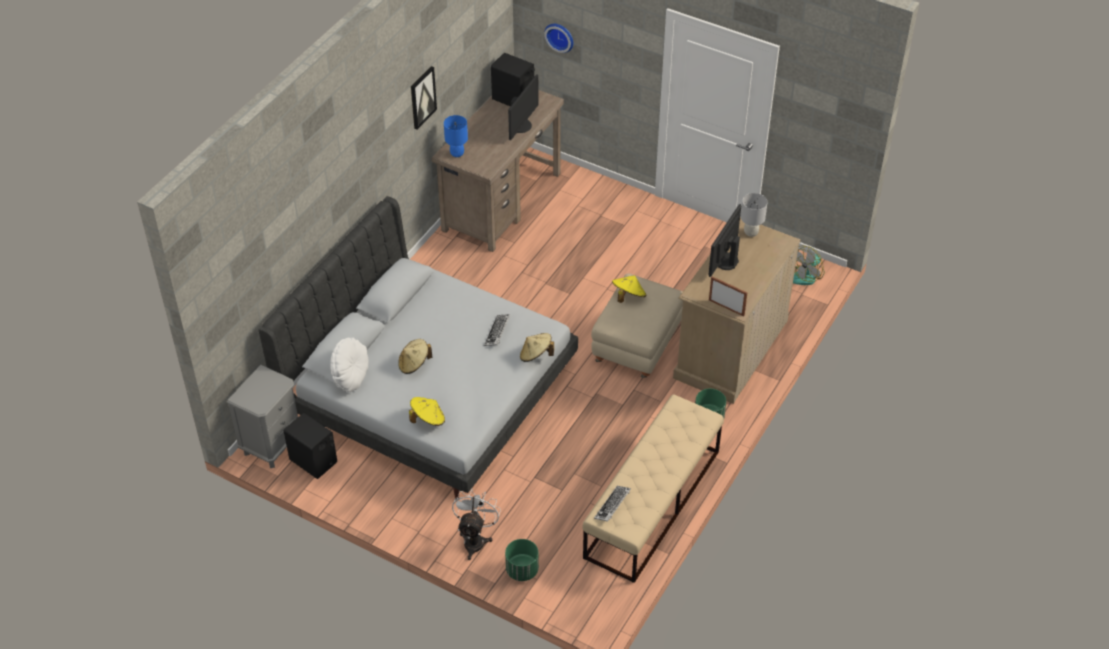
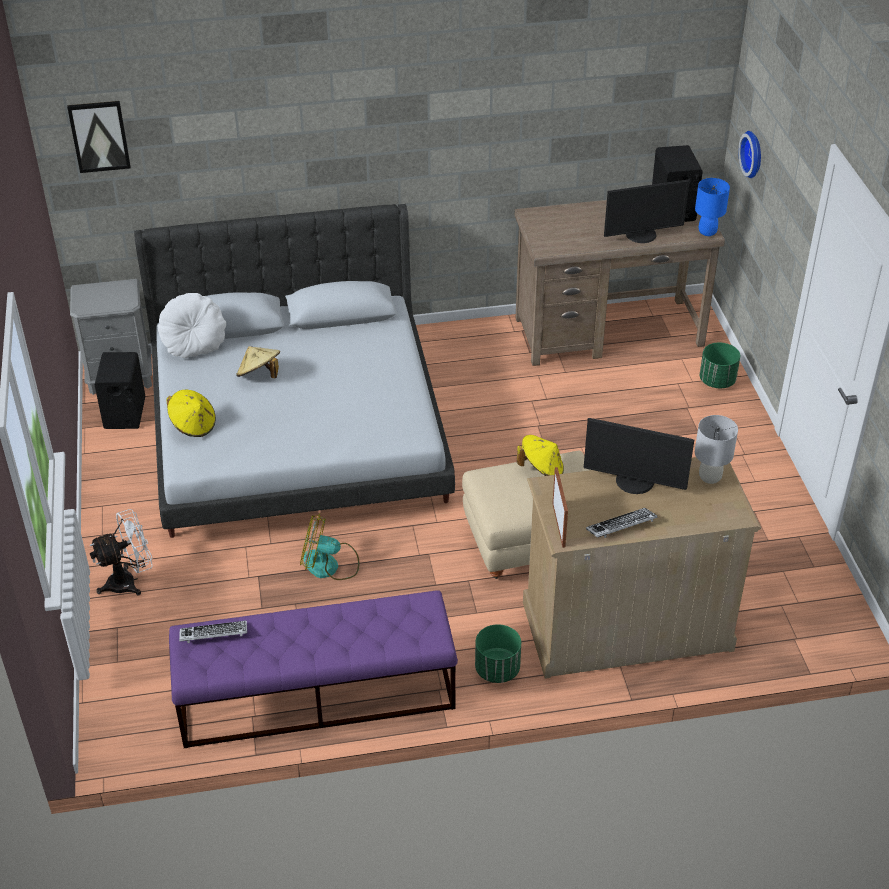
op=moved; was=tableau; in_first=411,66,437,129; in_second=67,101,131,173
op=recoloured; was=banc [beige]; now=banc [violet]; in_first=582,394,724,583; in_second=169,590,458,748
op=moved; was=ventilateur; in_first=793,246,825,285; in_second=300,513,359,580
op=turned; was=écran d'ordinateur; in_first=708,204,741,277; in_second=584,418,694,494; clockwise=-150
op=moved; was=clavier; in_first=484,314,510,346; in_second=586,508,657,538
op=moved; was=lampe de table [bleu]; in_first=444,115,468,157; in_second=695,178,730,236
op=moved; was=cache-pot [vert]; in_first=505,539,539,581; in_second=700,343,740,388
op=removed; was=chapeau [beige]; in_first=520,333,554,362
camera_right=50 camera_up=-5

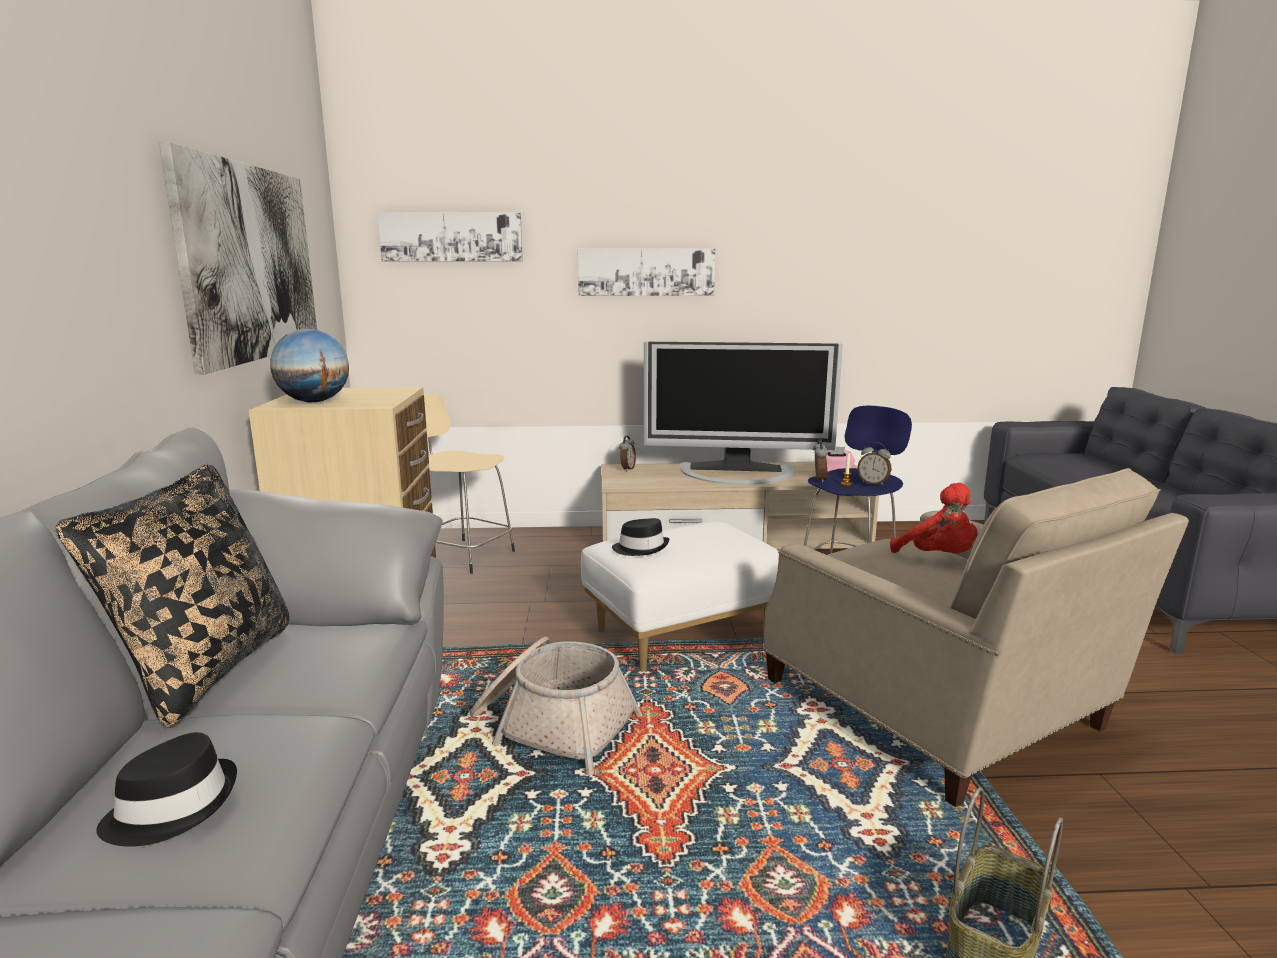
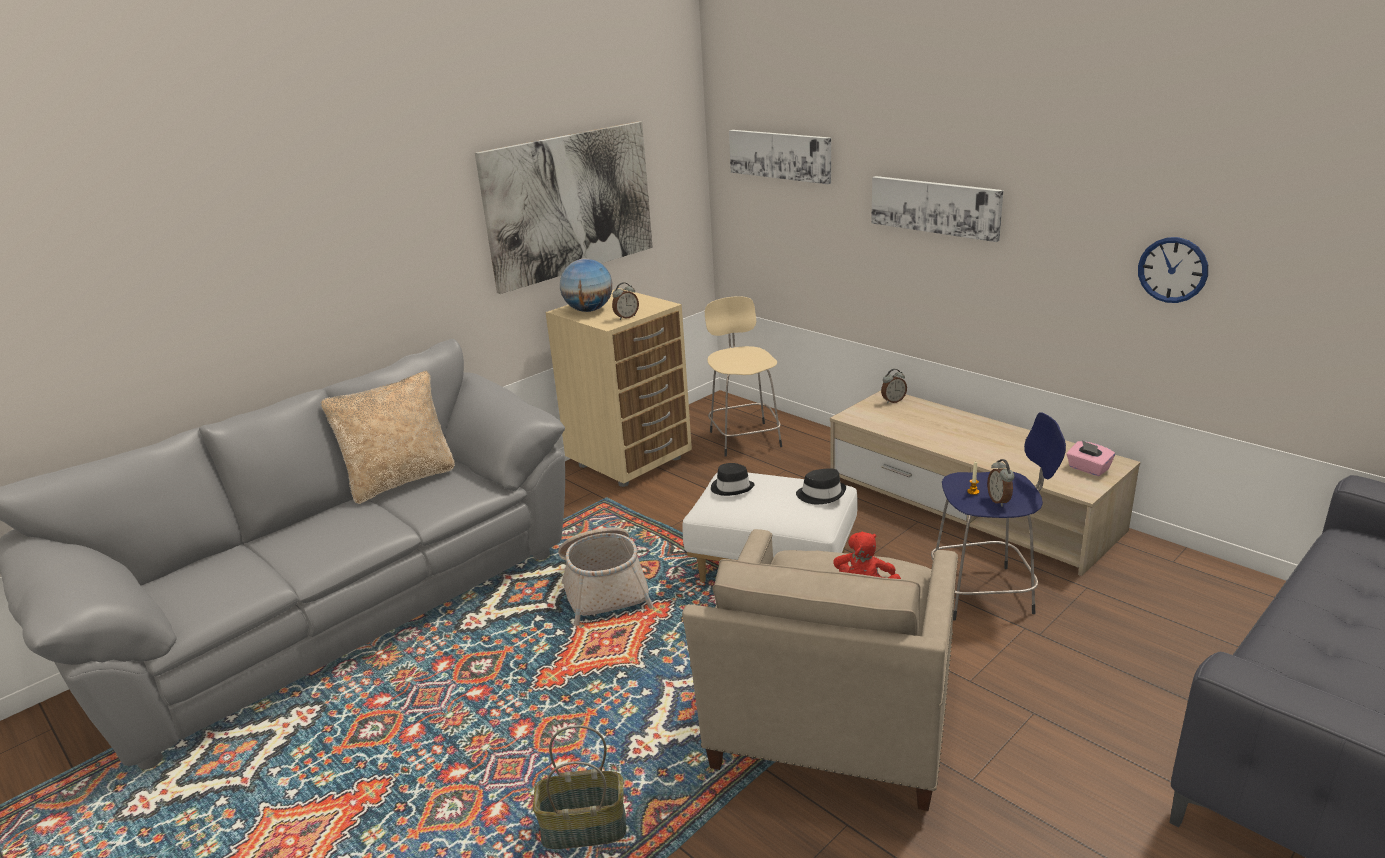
op=recoloured; was=coussin [noir]; now=coussin [beige]; in_first=54,464,290,729; in_second=321,370,455,504
op=moved; was=réveil; in_first=813,439,828,483; in_second=612,282,639,320
op=moved; was=chapeau [noir]; in_first=96,732,237,847; in_second=796,468,846,504
op=added; now=horloge murale; in_second=1138,237,1208,303
op=removed; was=téléviseur; in_first=644,342,843,485
camera_right=50 camera_up=10

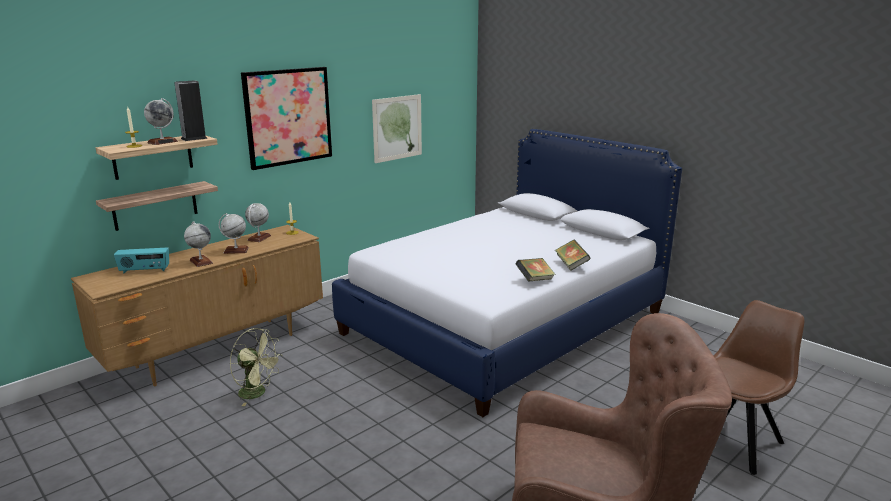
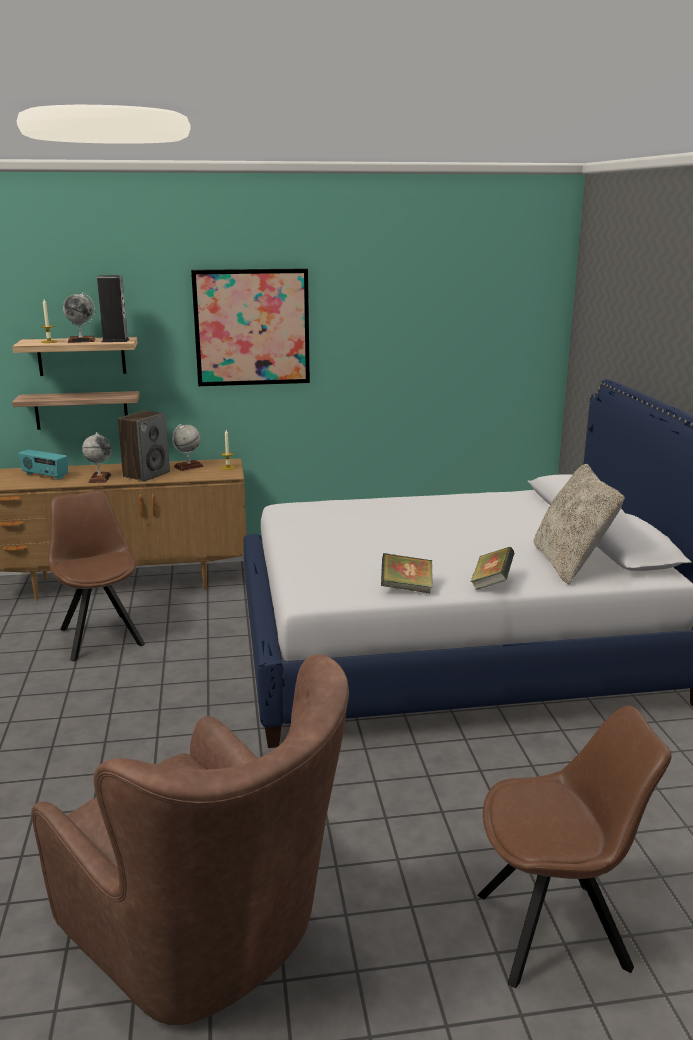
op=replaced; was=ventilateur [vert]; now=chaise [marron]; in_first=230,328,283,406; in_second=49,490,145,661
op=replaced; was=globe; now=enceinte; in_first=219,213,249,254; in_second=117,410,170,482
op=added; now=coussin [beige]; in_second=533,464,625,584
op=removed; was=tableau; in_first=372,94,422,163
camera_right=35 camera_up=0

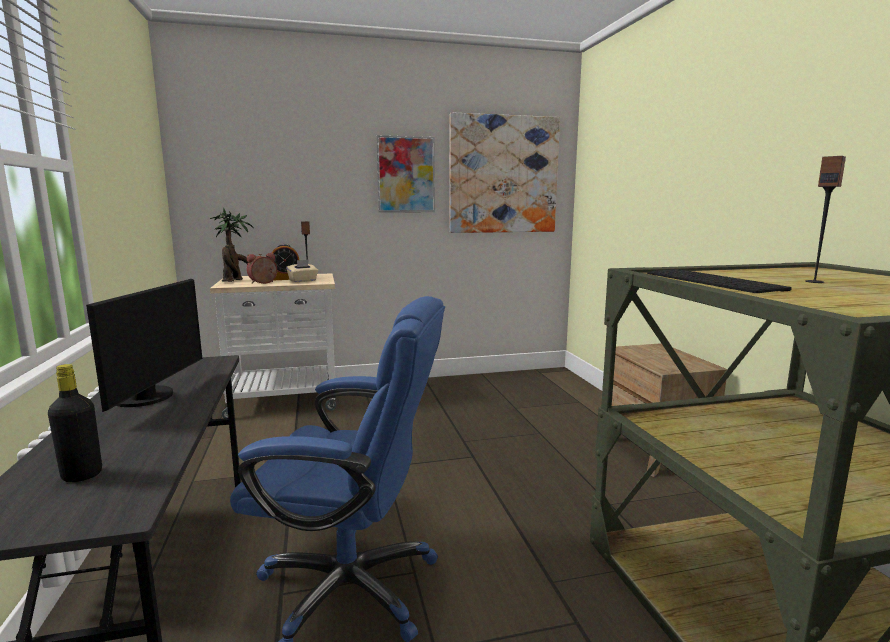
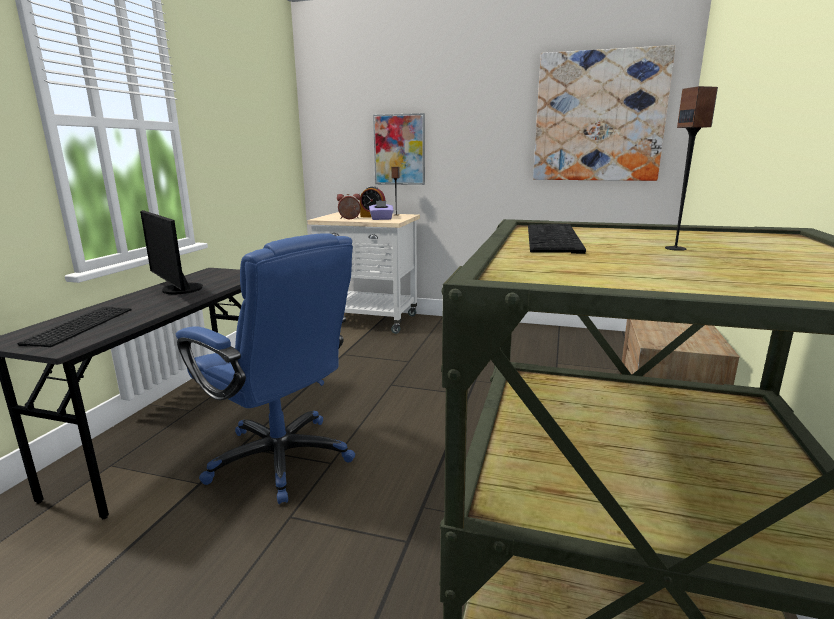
op=replaced; was=bouteille [noir]; now=clavier; in_first=48,364,102,482; in_second=17,307,132,347
op=turned; was=écran d'ordinateur; in_first=86,279,202,412; in_second=140,210,203,294; clockwise=105
op=recoloured; was=boîte à mouchoirs [beige]; now=boîte à mouchoirs [violet]; in_first=286,260,318,282; in_second=369,201,393,220
op=moved; was=tableau; in_first=377,135,435,213; in_second=373,113,425,185
op=removed; was=plante en pot; in_first=210,208,254,282
camera_right=30 camera_up=5

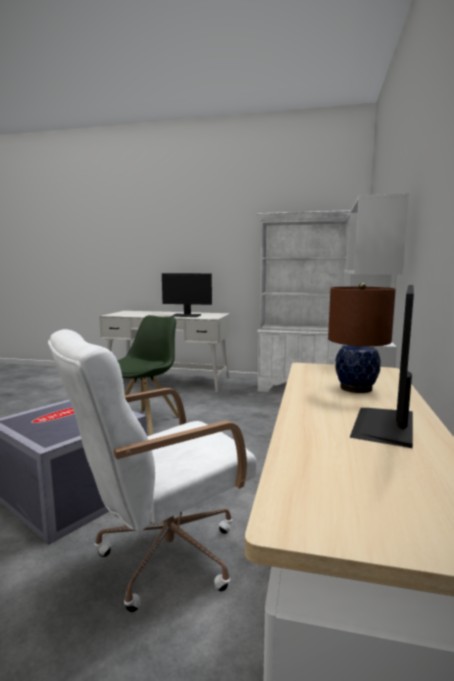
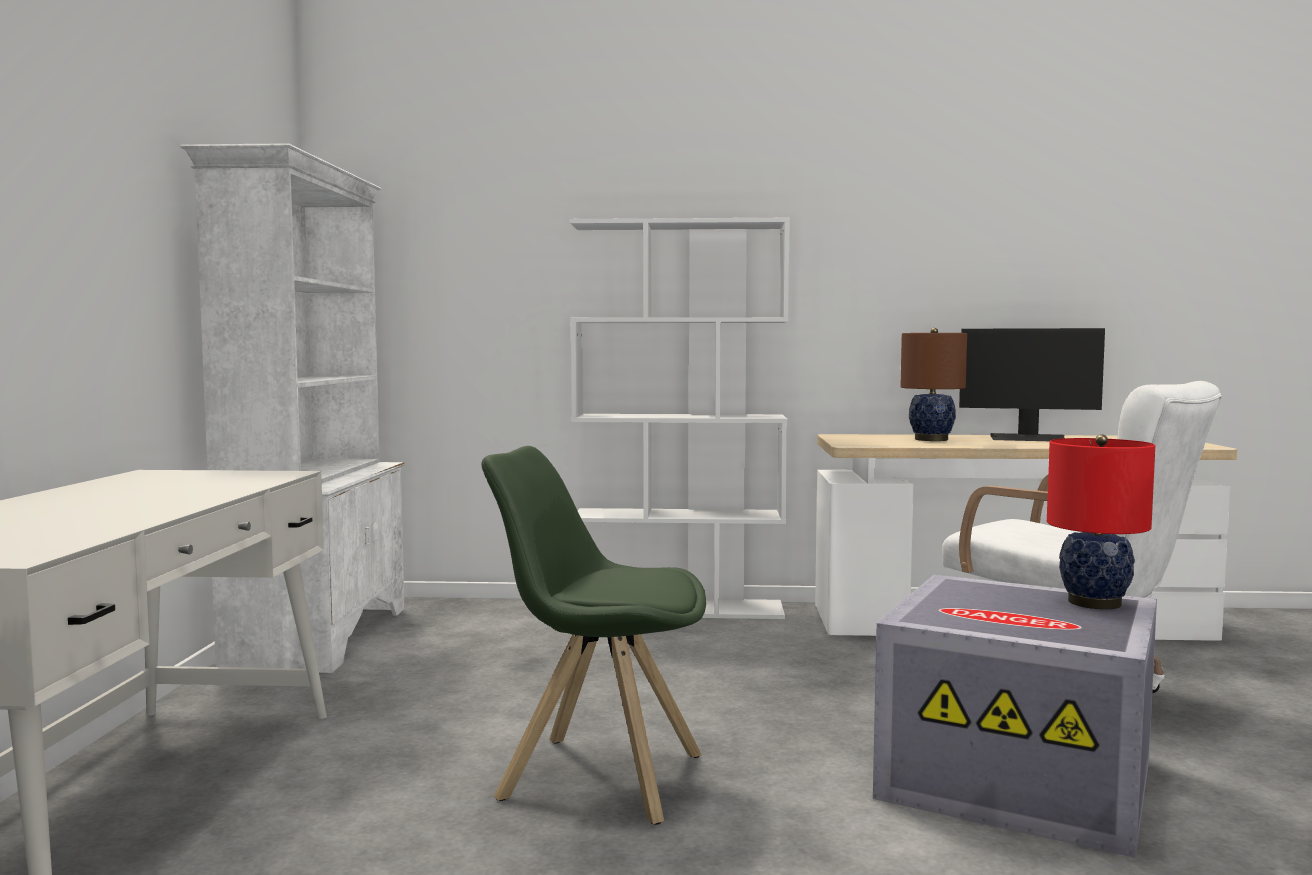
op=added; now=lampe de table [rouge]; in_second=1047,434,1155,609
op=removed; was=écran d'ordinateur; in_first=162,273,212,317
camera_right=-100 camera_up=-5

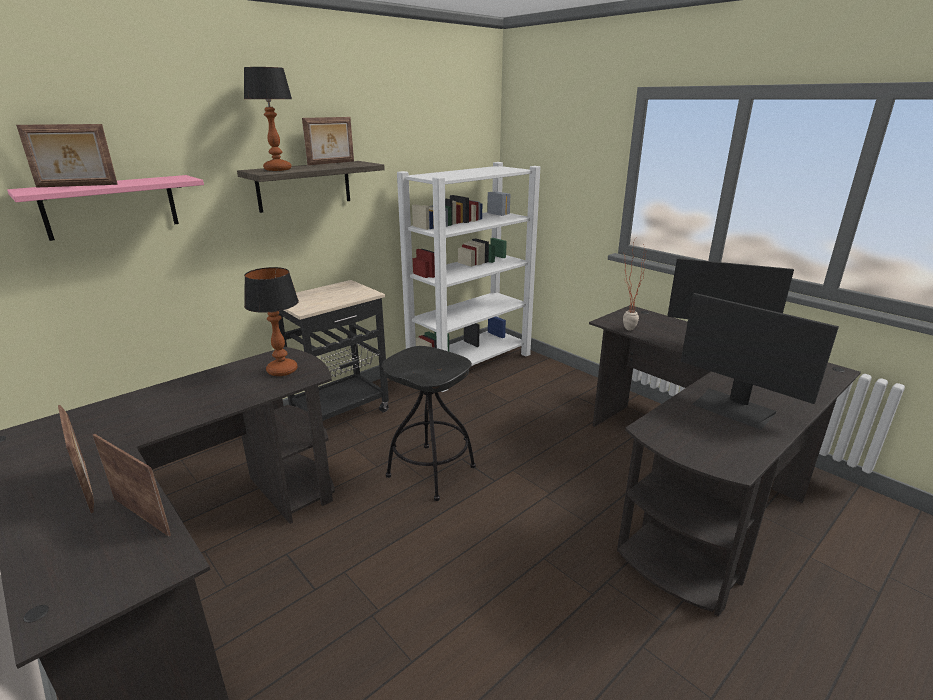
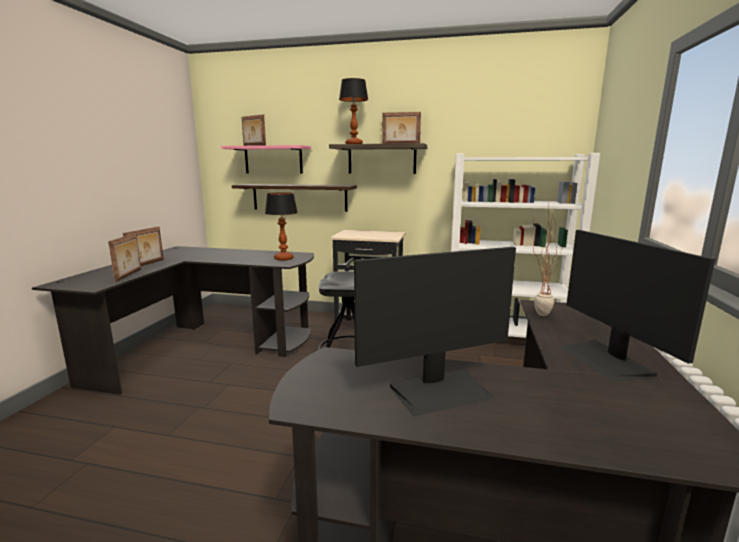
op=added; now=étagère; in_second=232,184,357,212
op=turned; was=écran d'ordinateur; in_first=681,293,839,430; in_second=354,247,516,417; clockwise=-120
camera_right=55 camera_up=-10

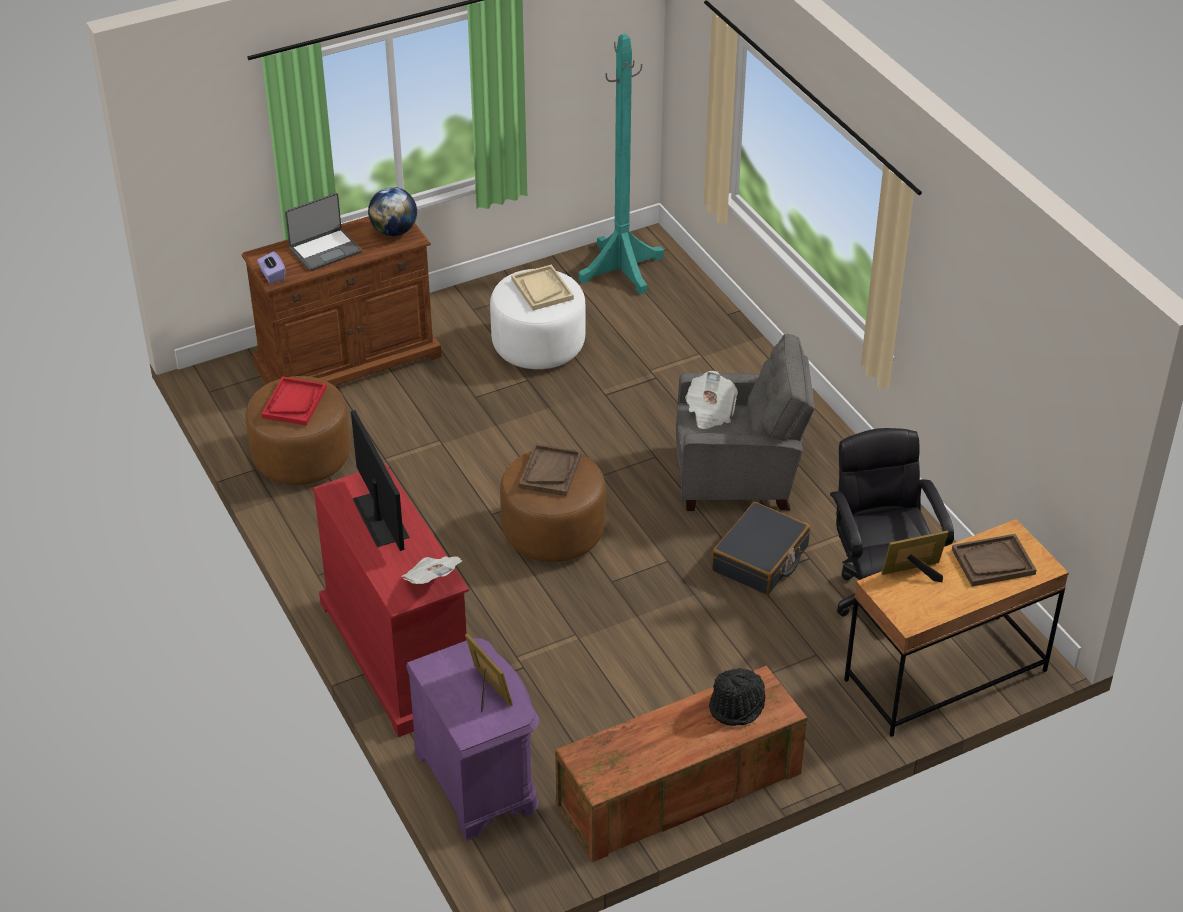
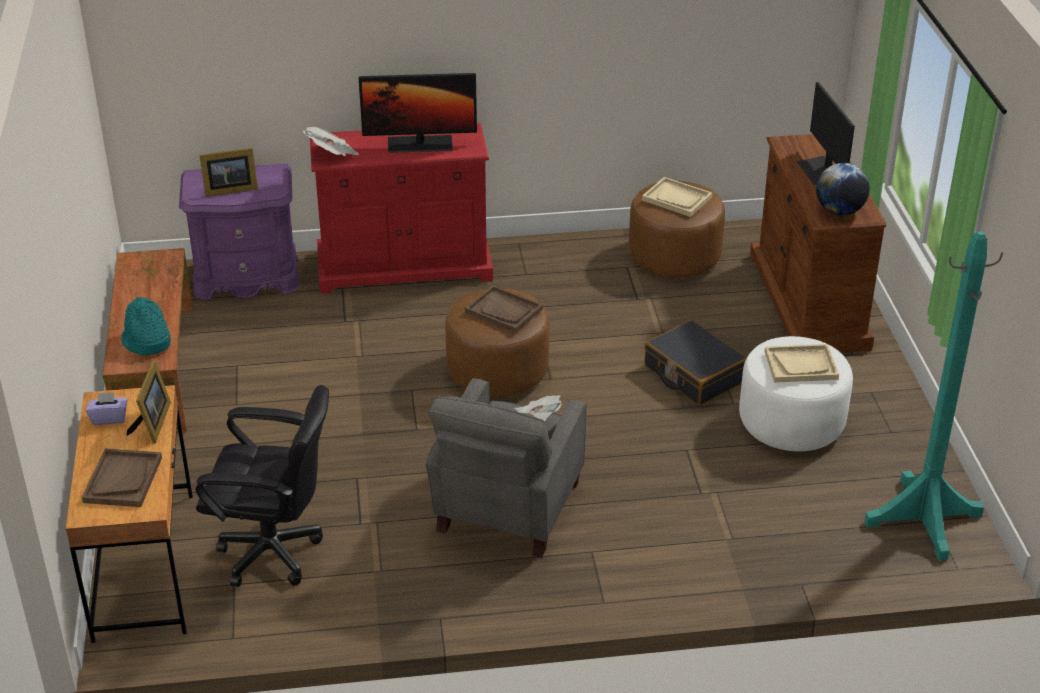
op=moved; was=boîte à mouchoirs [violet]; in_first=257,251,286,284; in_second=86,392,128,425
op=recoloured; was=chapeau [noir]; now=chapeau [turquoise]; in_first=709,668,766,726; in_second=121,297,171,355
op=recoloured; was=plateau [rouge]; now=plateau [beige]; in_first=261,376,327,426; in_second=642,177,712,217
op=moved; was=valise [noir]; in_first=711,502,810,595; in_second=645,320,747,405
op=replaced; was=ordinateur portable; now=écran d'ordinateur; in_first=285,193,362,271; in_second=796,82,855,185
camera_right=110 camera_up=-5

